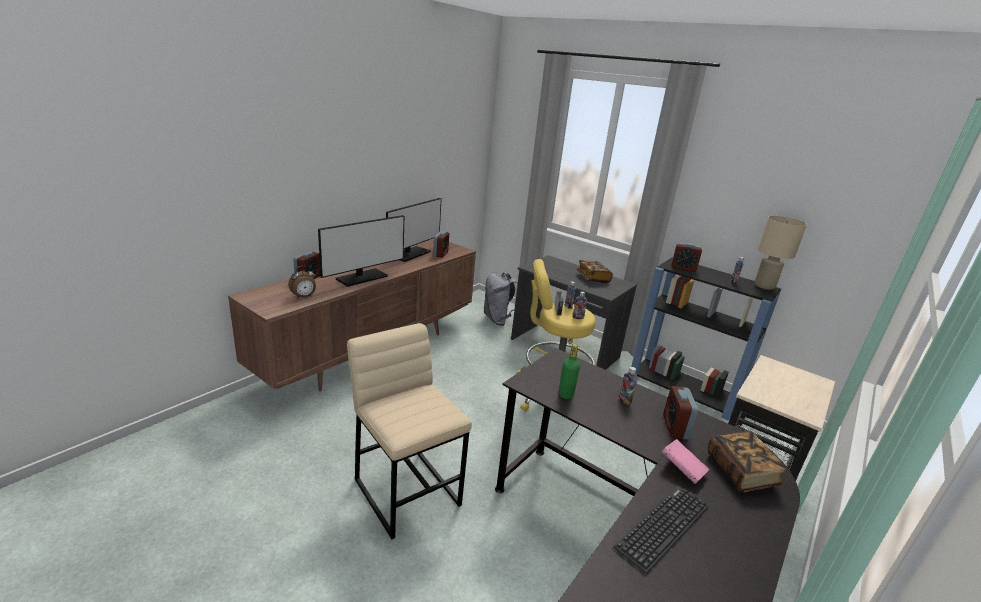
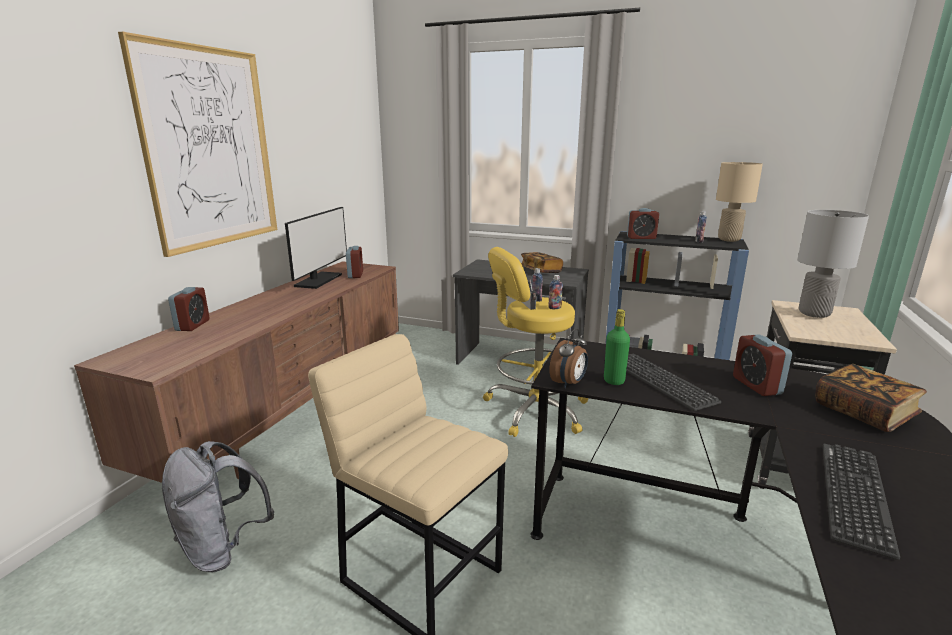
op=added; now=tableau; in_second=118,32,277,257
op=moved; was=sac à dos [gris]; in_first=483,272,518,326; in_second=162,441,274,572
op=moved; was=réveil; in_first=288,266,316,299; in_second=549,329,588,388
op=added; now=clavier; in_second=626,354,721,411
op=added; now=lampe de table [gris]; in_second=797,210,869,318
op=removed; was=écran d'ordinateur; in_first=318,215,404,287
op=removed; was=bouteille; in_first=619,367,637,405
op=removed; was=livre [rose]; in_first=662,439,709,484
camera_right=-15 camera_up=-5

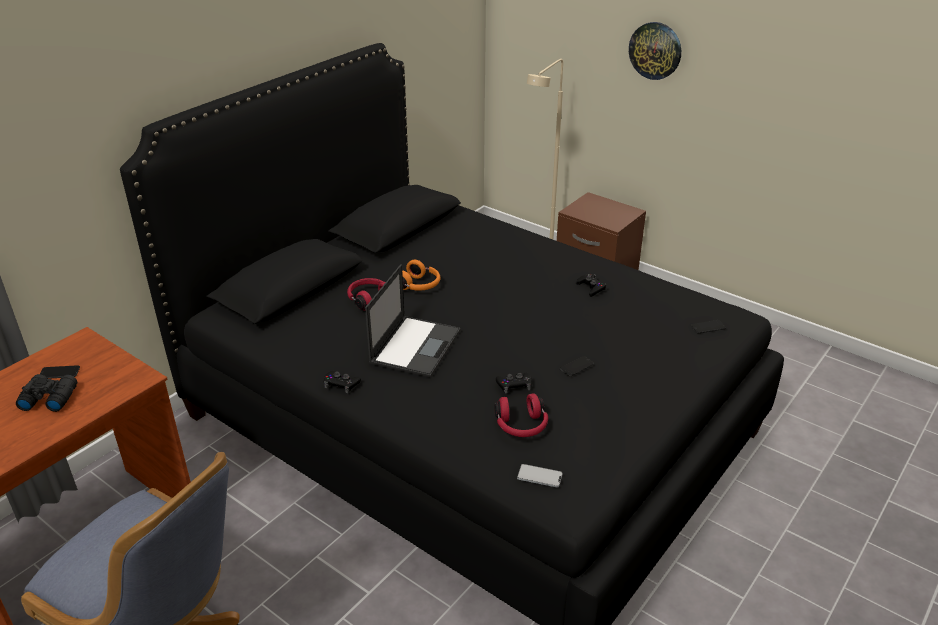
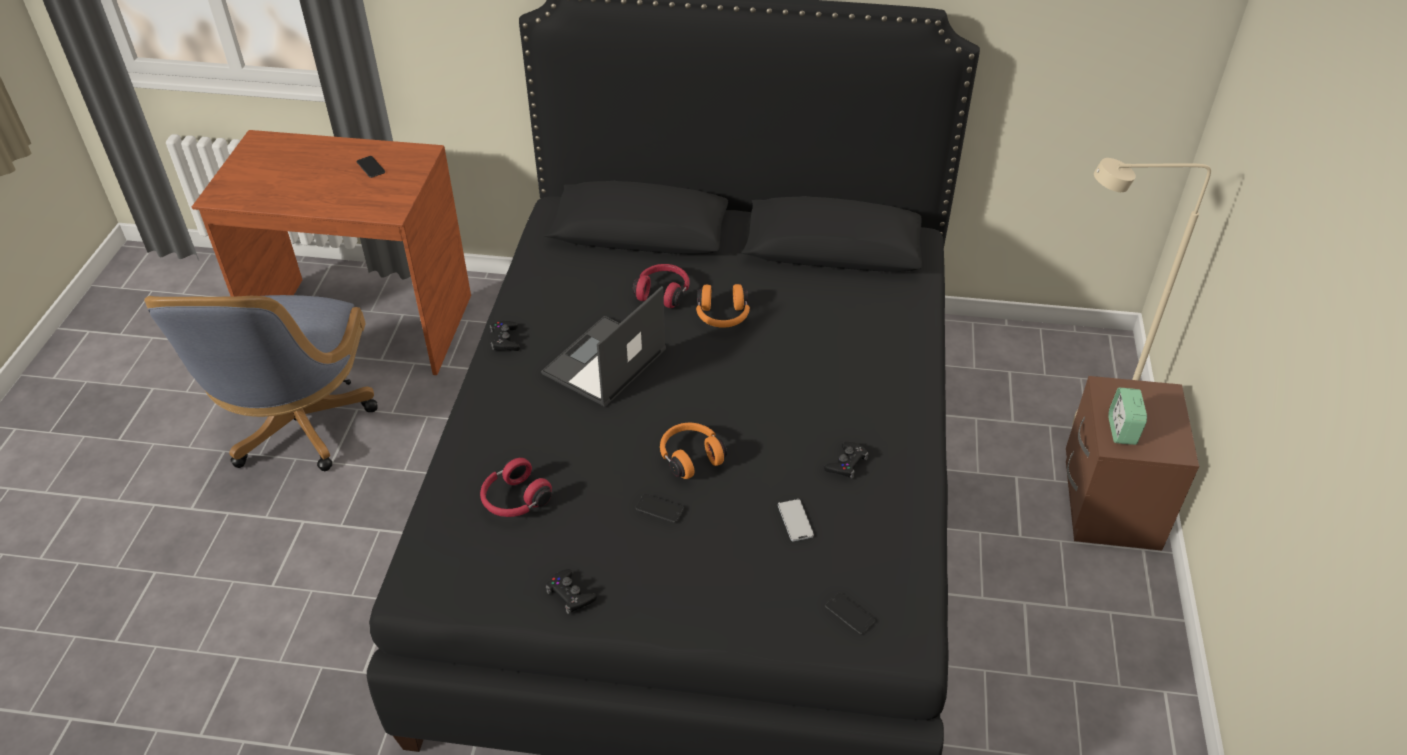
op=turned; was=ordinateur portable; in_first=365,264,461,378; in_second=541,286,666,407; clockwise=135
op=moved; was=manette [noir]; in_first=496,373,532,393; in_second=546,569,597,614
op=added; now=casque audio [orange]; in_second=660,423,727,479
op=moved; was=téléphone; in_first=517,464,563,487; in_second=778,499,814,541
op=added; now=réveil; in_second=1108,388,1147,445
op=removed; was=jumelles [noir]; in_first=16,374,77,412
op=removed; was=horloge murale; in_first=629,22,681,80
camera_right=60 camera_up=10

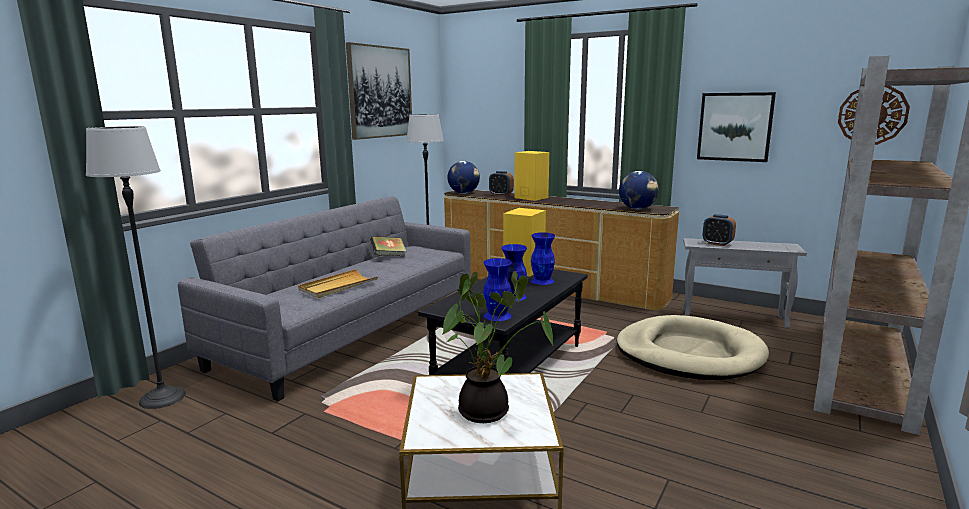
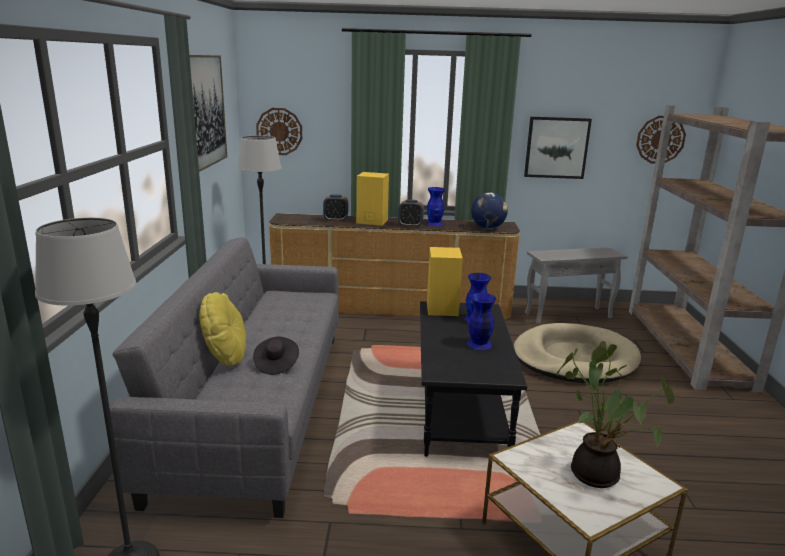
op=added; now=coussin [jaune]; in_second=199,292,246,366
op=replaced; was=plateau [beige]; now=chapeau [noir]; in_first=298,269,378,298; in_second=253,336,299,375
op=added; now=horloge murale; in_second=256,108,302,155
op=moved; was=réveil; in_first=703,214,736,246; in_second=398,199,424,227
op=moved; was=vase [bleu]; in_first=483,258,512,321; in_second=426,187,445,226
op=removed; was=livre; in_first=370,236,407,256
op=removed; was=globe; in_first=447,161,480,194
camera_right=-30 camera_up=5

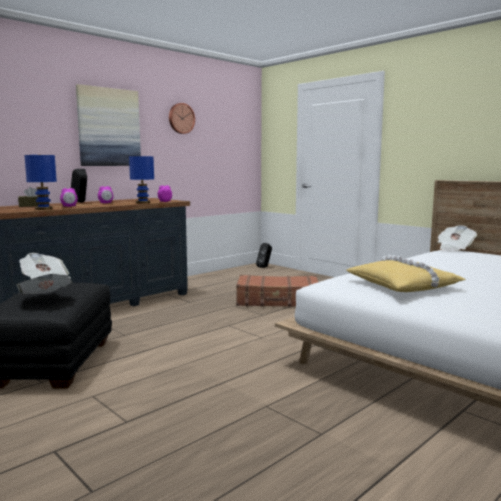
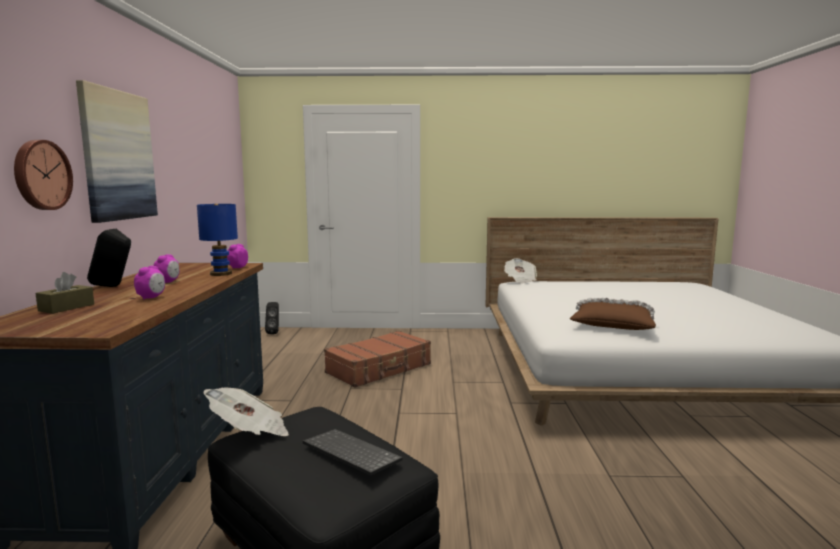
op=moved; was=horloge murale; in_first=169,103,195,134; in_second=14,140,73,210
op=replaced; was=journal; now=clavier; in_first=16,274,72,294; in_second=303,429,403,476
op=recoloured; was=coussin [jaune]; now=coussin [marron]; in_first=347,255,466,292; in_second=570,297,656,330
op=removed; was=lampe de table [bleu]; in_first=24,155,57,210
camera_right=-45 camera_up=0

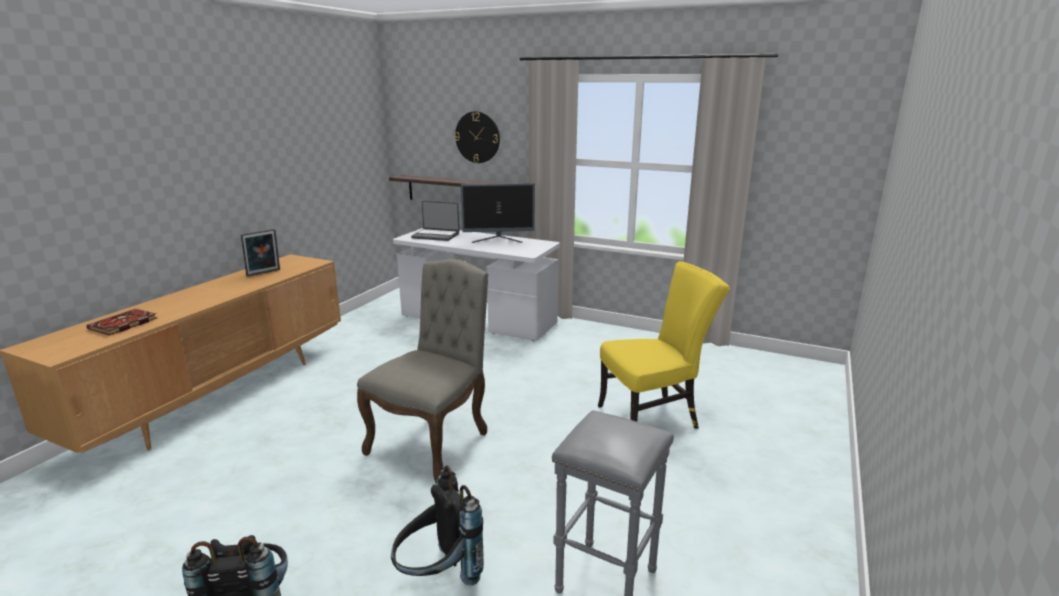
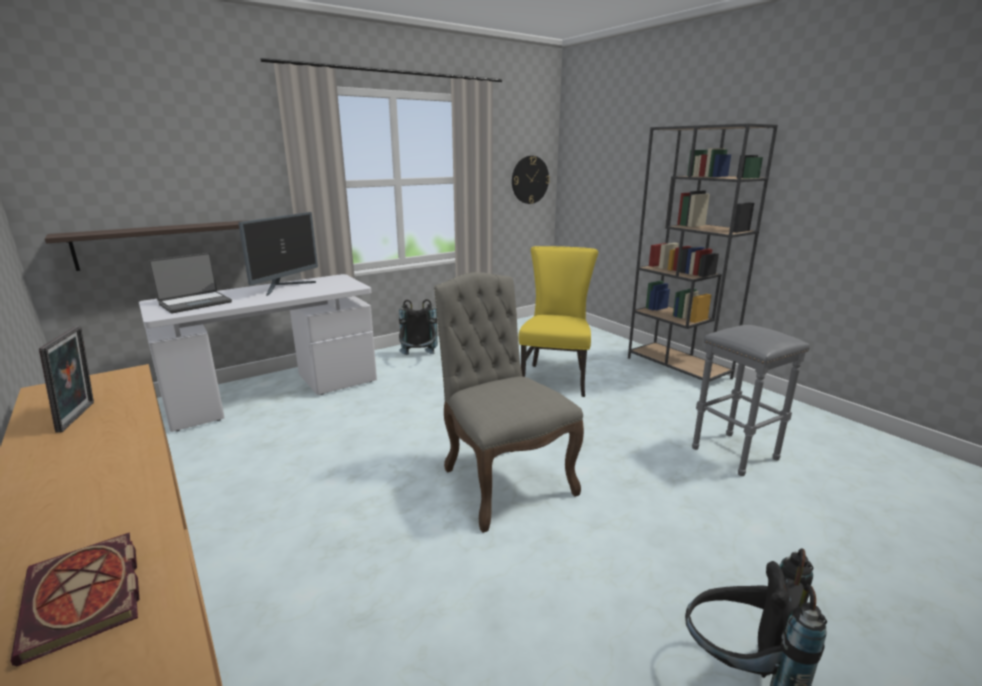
op=moved; was=sac à dos [noir]; in_first=391,465,484,586; in_second=399,299,438,355
op=moved; was=horloge murale; in_first=455,111,500,163; in_second=512,156,550,204
op=added; now=bibliothèque; in_second=628,123,778,382
camera_right=-60 camera_up=0

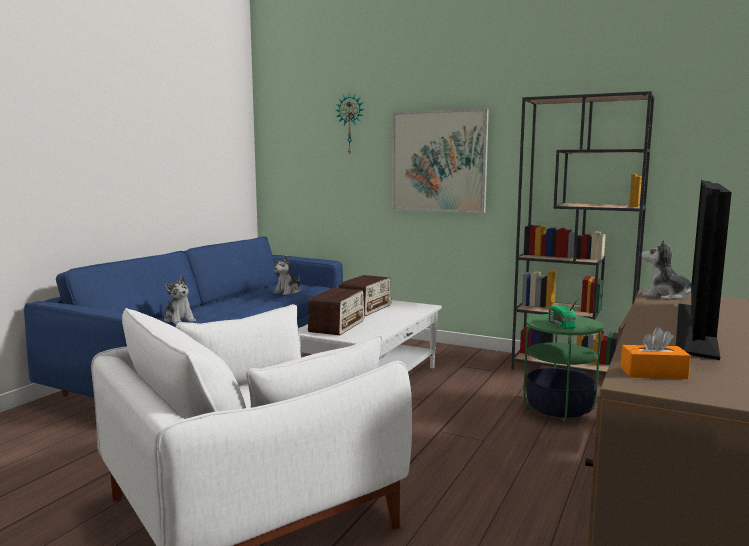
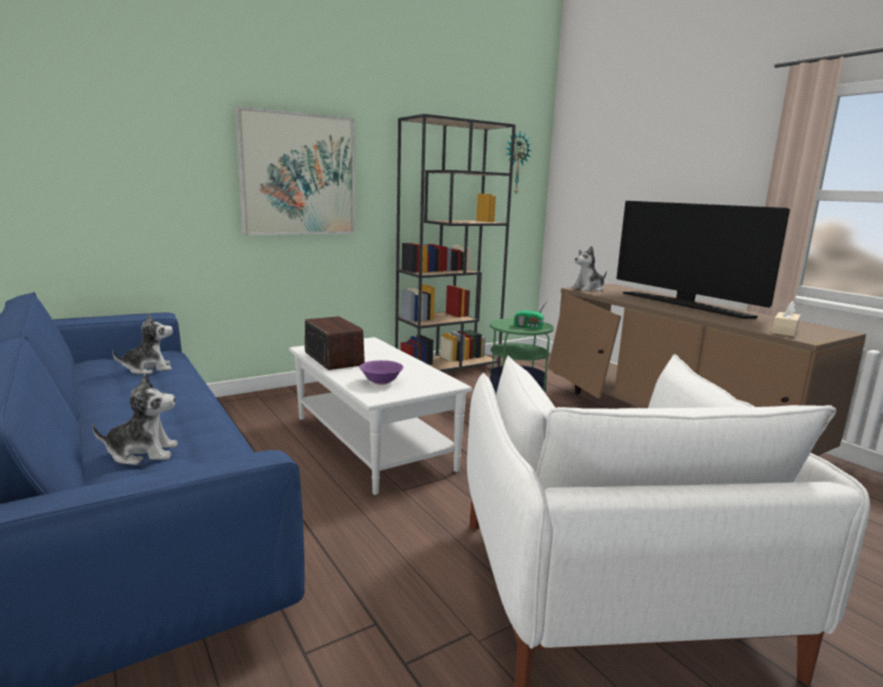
op=turned; was=peluche; in_first=273,256,300,295; in_second=112,312,173,374; clockwise=-90
op=replaced; was=radio; now=bol [violet]; in_first=308,288,364,335; in_second=359,360,404,385
op=moved; was=horloge murale; in_first=335,92,364,154; in_second=506,131,532,194
op=recoloured; was=boîte à mouchoirs [orange]; now=boîte à mouchoirs [beige]; in_first=620,327,691,379; in_second=772,301,801,336
camera_right=-60 camera_up=5

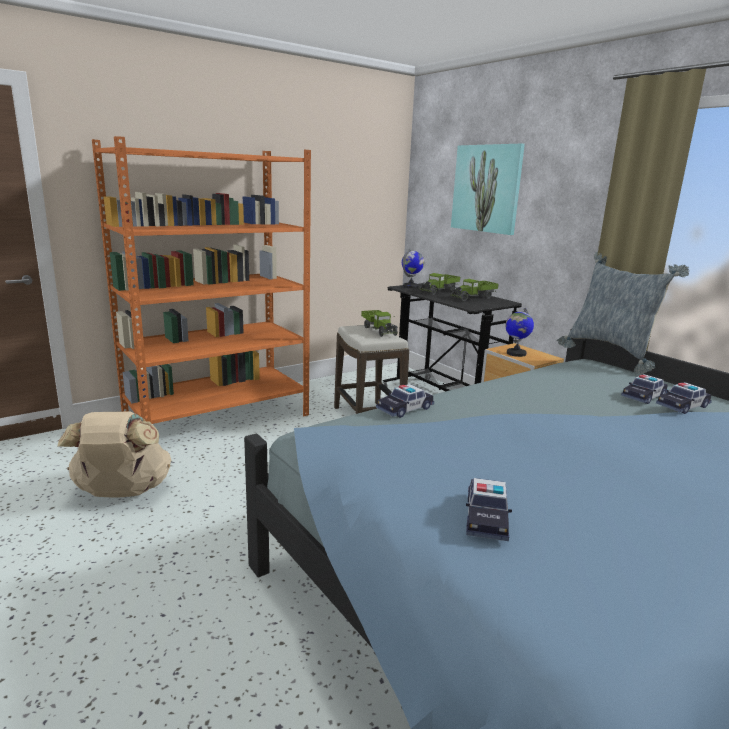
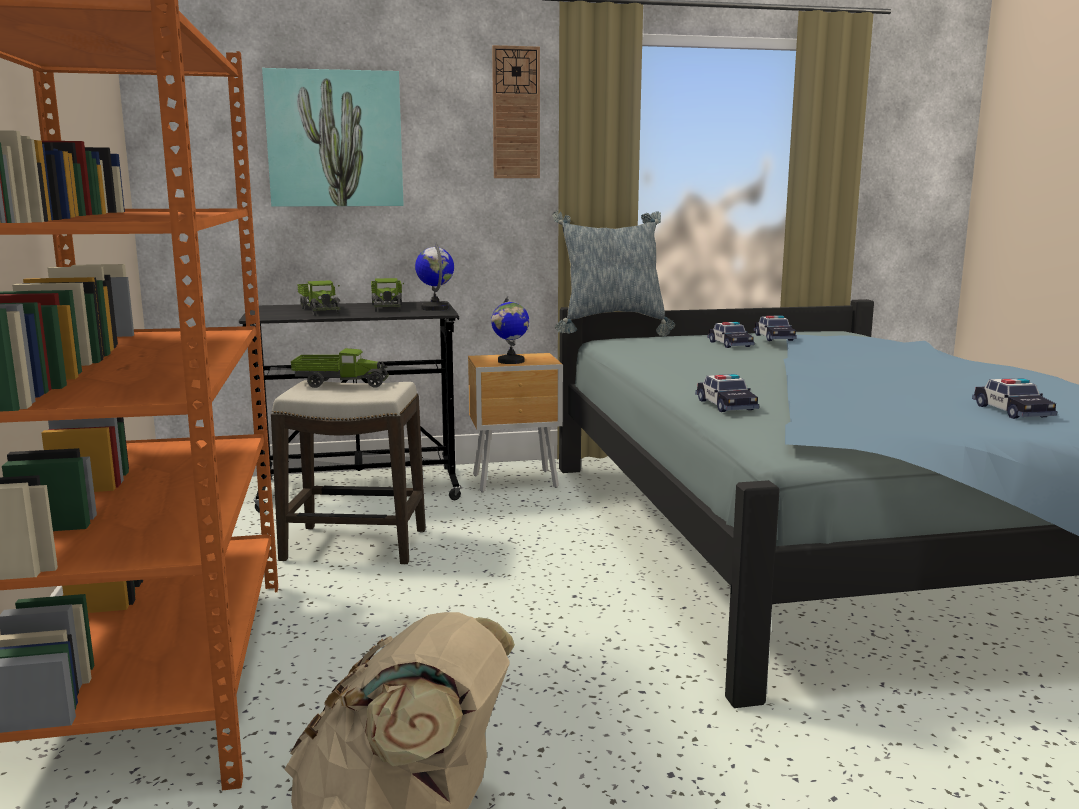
op=moved; was=globe; in_first=402,249,424,288; in_second=415,242,454,311
op=added; now=horloge murale; in_second=492,45,540,178
op=turned; was=petite voiture; in_first=466,478,512,541; in_second=972,378,1057,419; clockwise=45
camera_right=-65 camera_up=-5

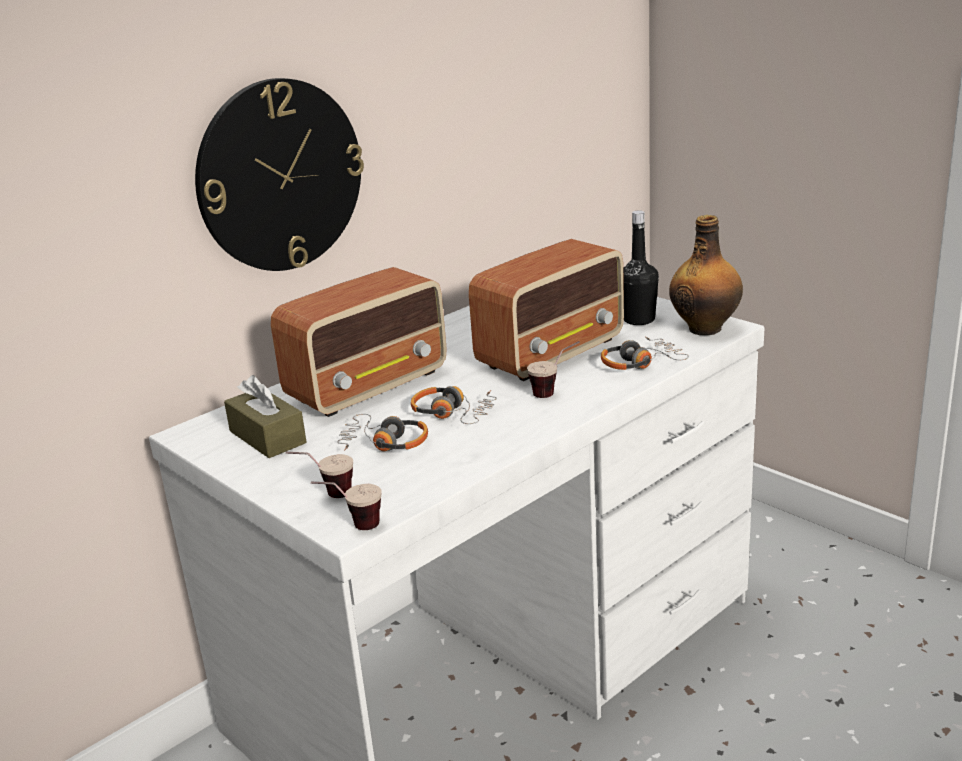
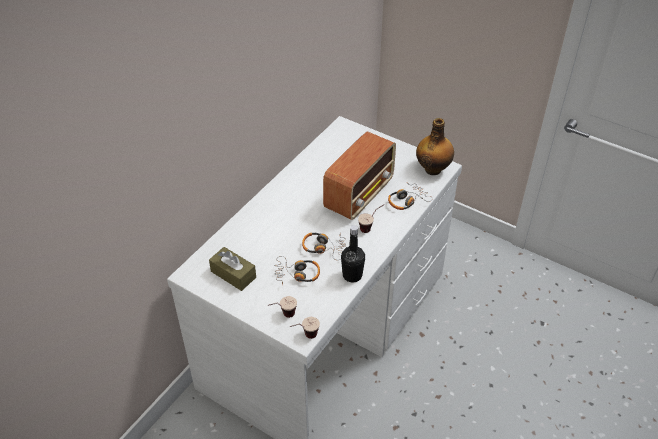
op=moved; was=bouteille [noir]; in_first=623,210,659,325; in_second=341,225,365,283
op=removed; was=horloge murale; in_first=195,78,364,271
op=removed; was=radio; in_first=271,267,447,417
camera_right=-15 camera_up=20

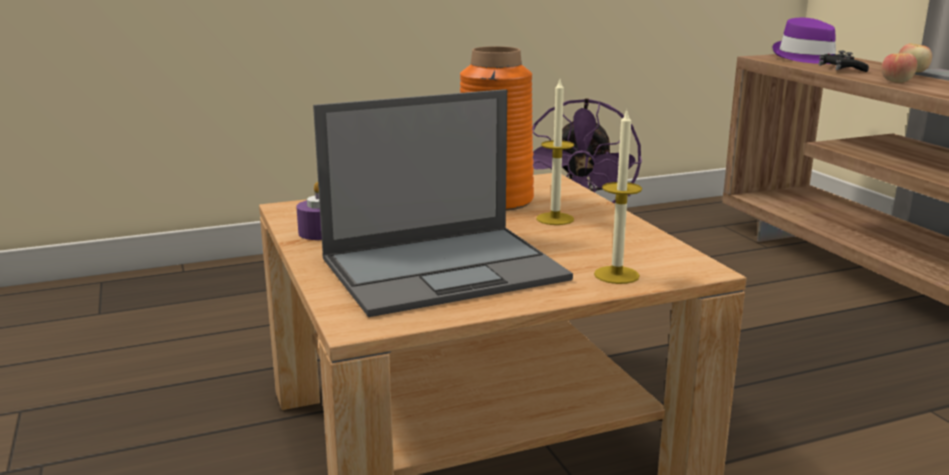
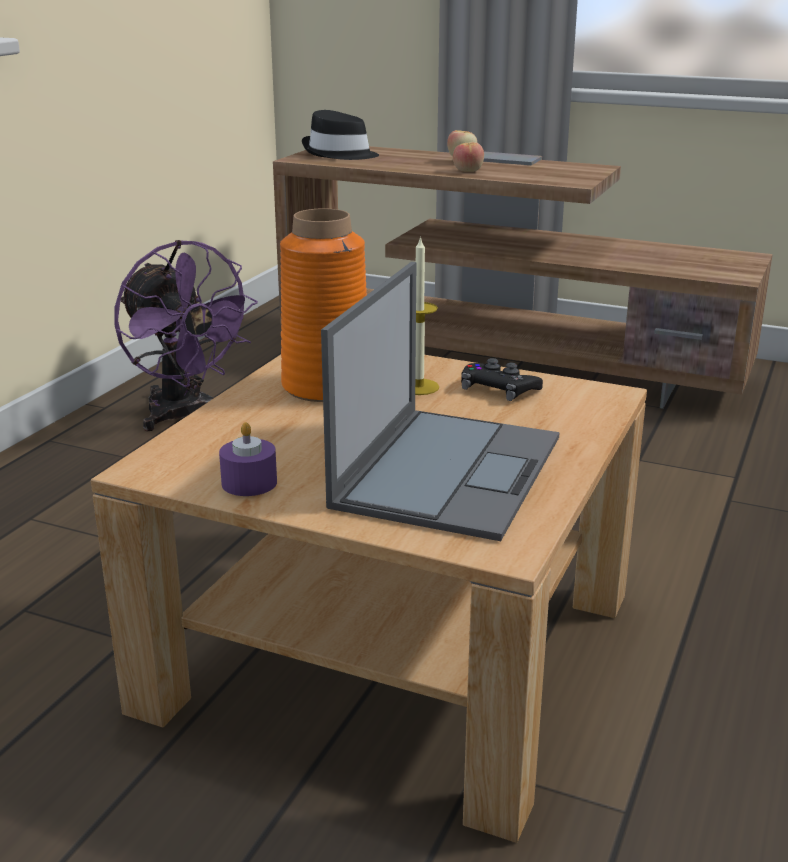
op=recoloured; was=chapeau [violet]; now=chapeau [noir]; in_first=773,18,836,64; in_second=302,110,379,160
op=moved; was=manette [noir]; in_first=819,50,869,72; in_second=461,358,543,401
op=removed; was=bougie; in_first=594,111,642,284
camera_right=-45 camera_up=5

